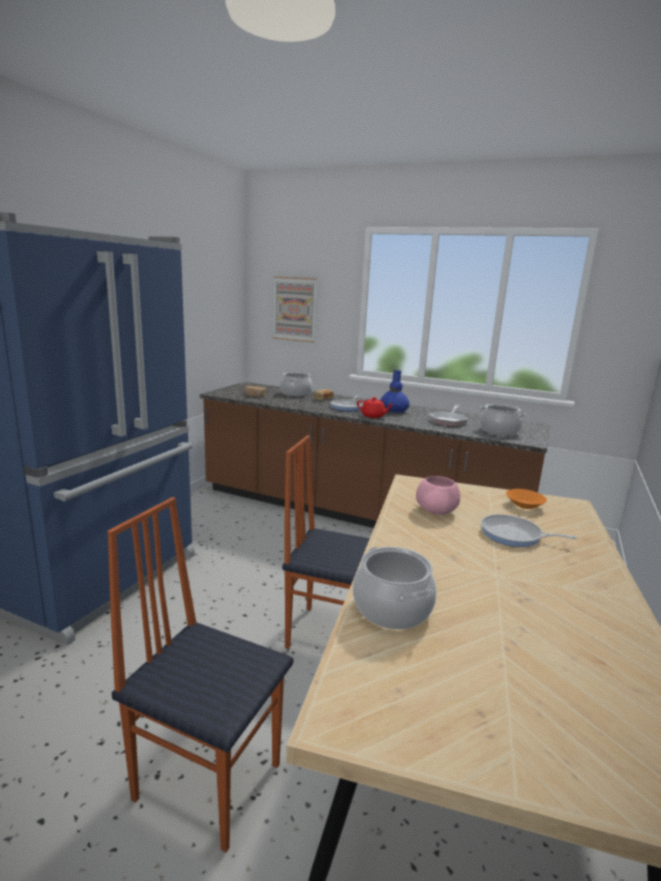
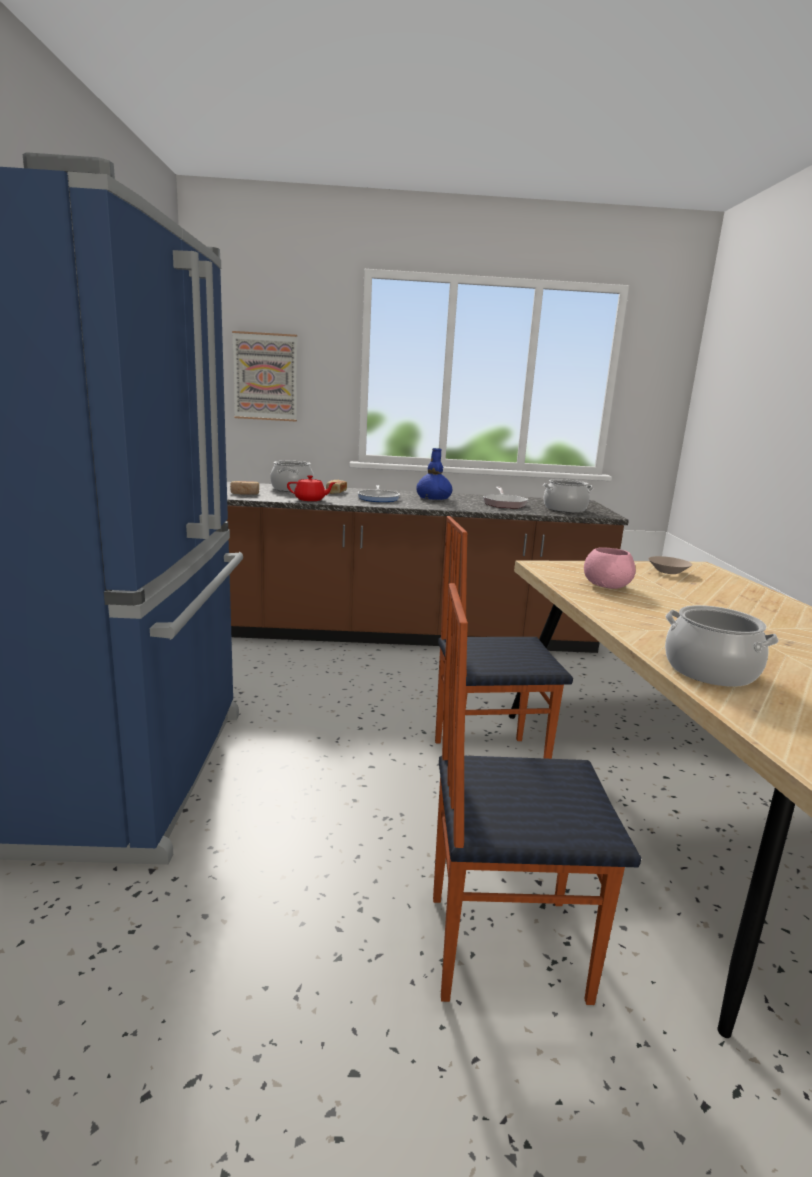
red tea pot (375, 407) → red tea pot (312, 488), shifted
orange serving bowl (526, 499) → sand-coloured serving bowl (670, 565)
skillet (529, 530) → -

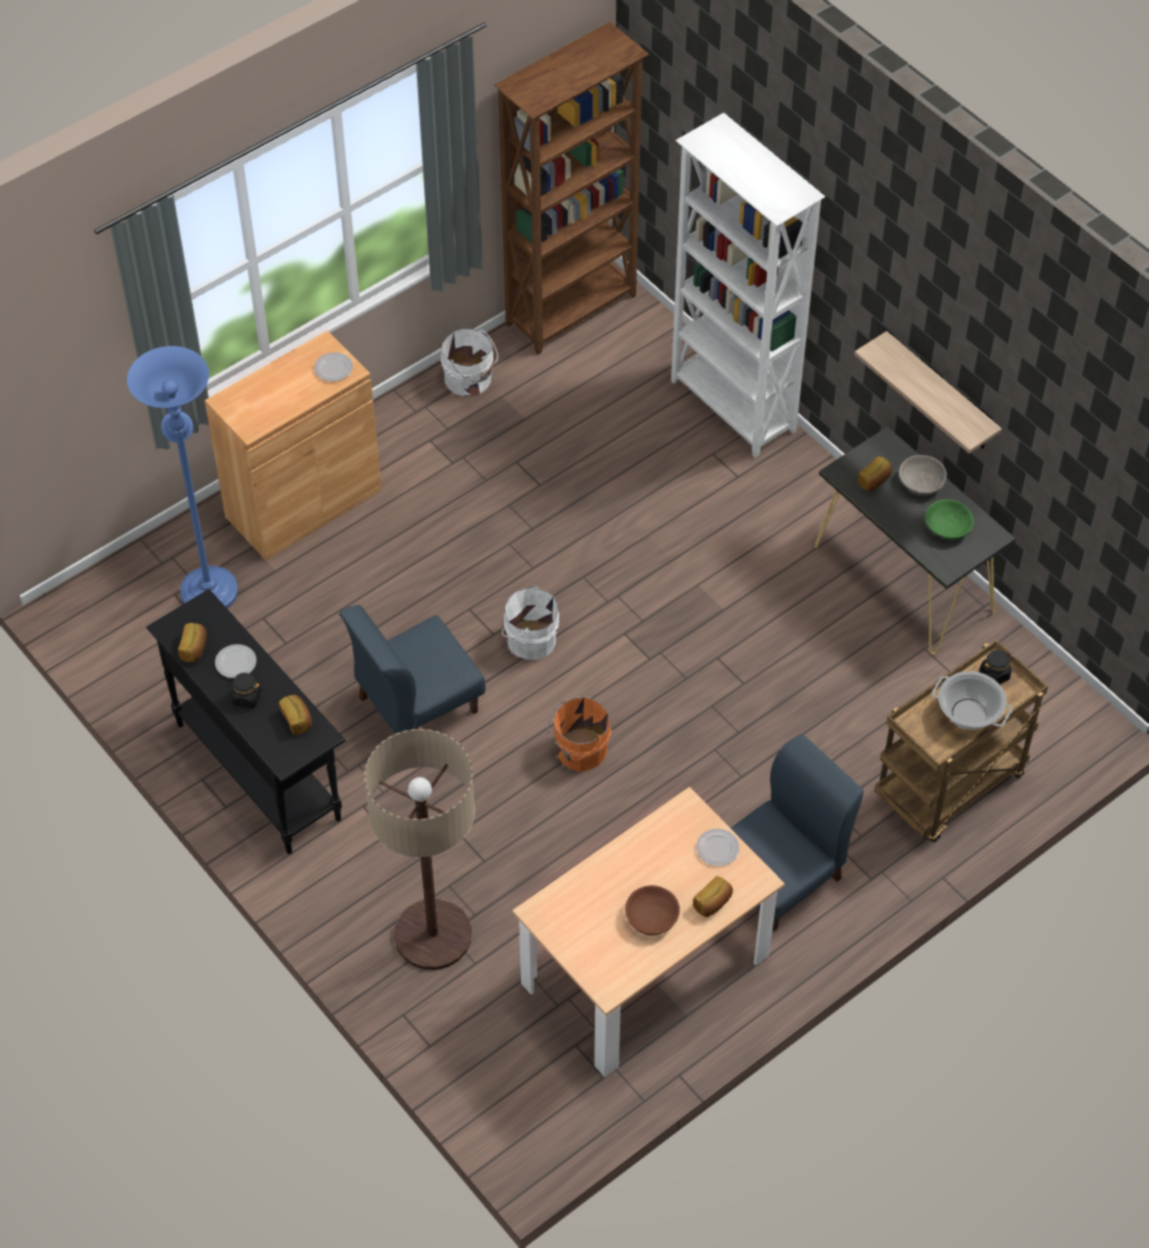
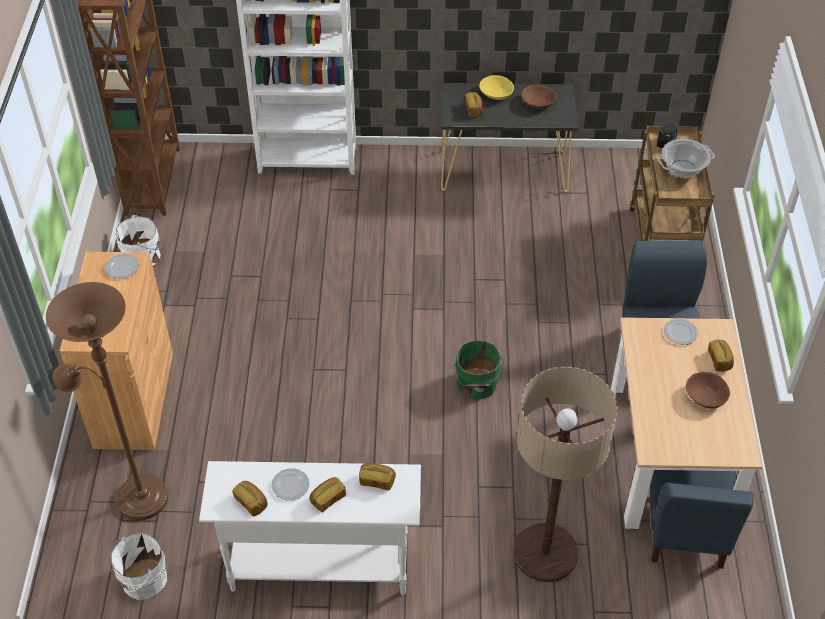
blue floor lamp (182, 477) → brown-coloured floor lamp (107, 401)
whitish bucket (530, 622) → whitish bucket (137, 566), shifted
black-coloured narrow table (246, 721) → whitish narrow table (310, 528)
black-coloured storage jar (245, 690) → bakery bread (328, 494)
orange bucket (579, 734) → green bucket (479, 369)
grey serving bowl (923, 475) → yellow serving bowl (496, 87)
green serving bowl (949, 519) → brown-coloured serving bowl (538, 97)
blue plain chair (412, 669) → blue plain chair (702, 519), shifted
shelf (928, 392) → -

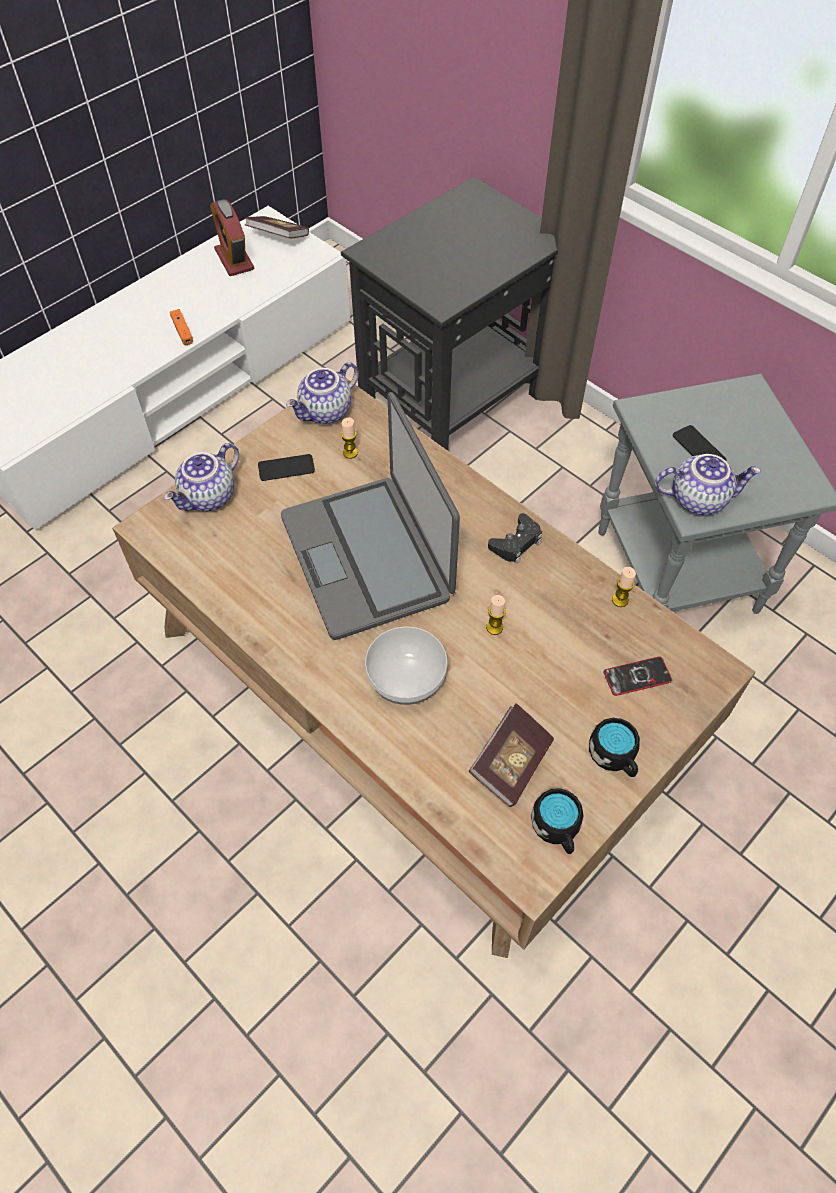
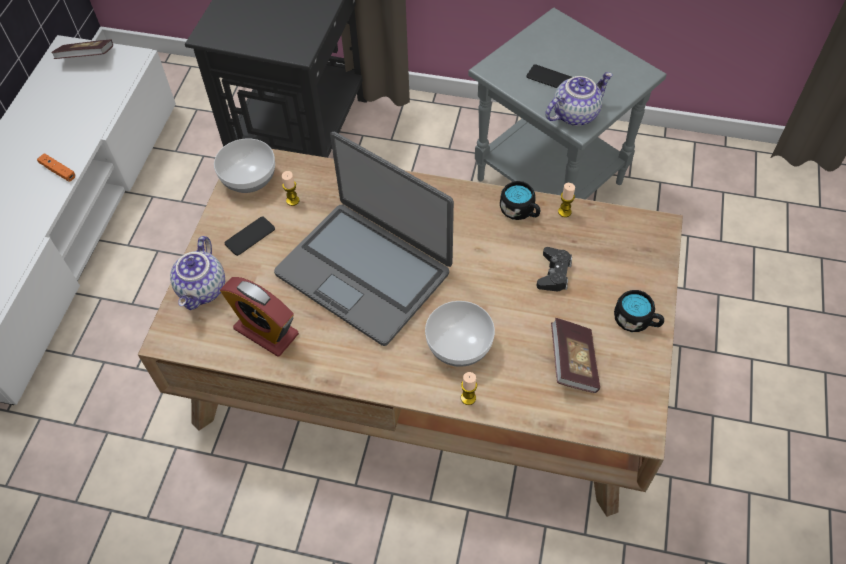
tea pot (322, 393) → serving bowl (244, 166)
table clock (232, 237) → table clock (259, 317), shifted
wax light (496, 615) → wax light (469, 388), shifted
black-coloured mug (557, 821) → black-coloured mug (520, 200), shifted
black-coloured gamepad (515, 538) → black-coloured gamepad (554, 269), shifted
handset (637, 676) → -

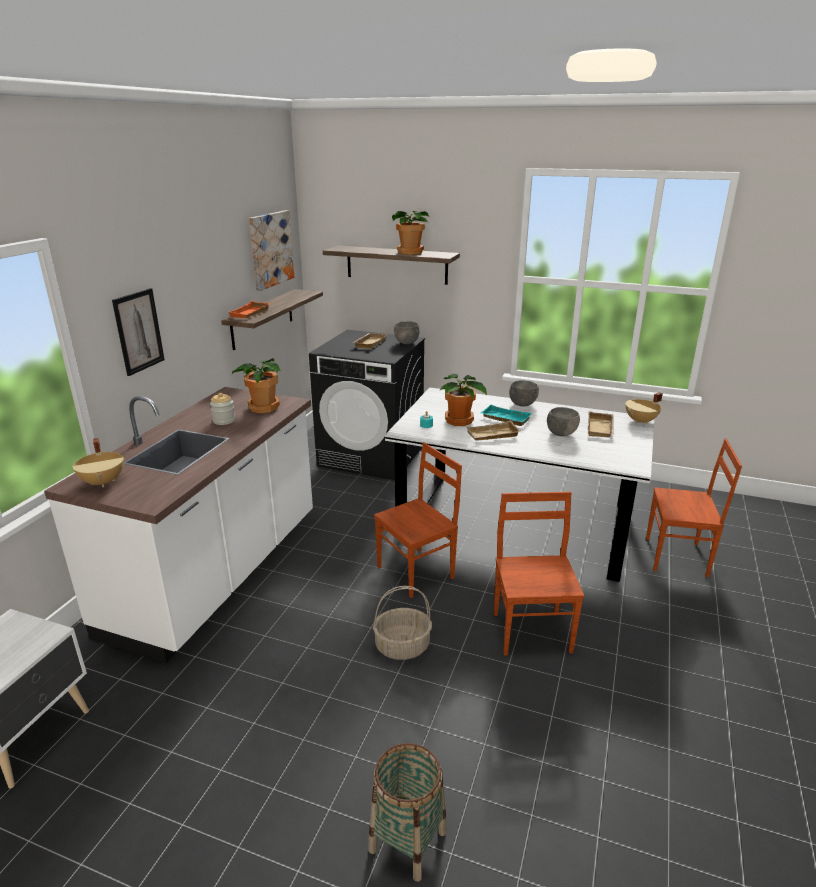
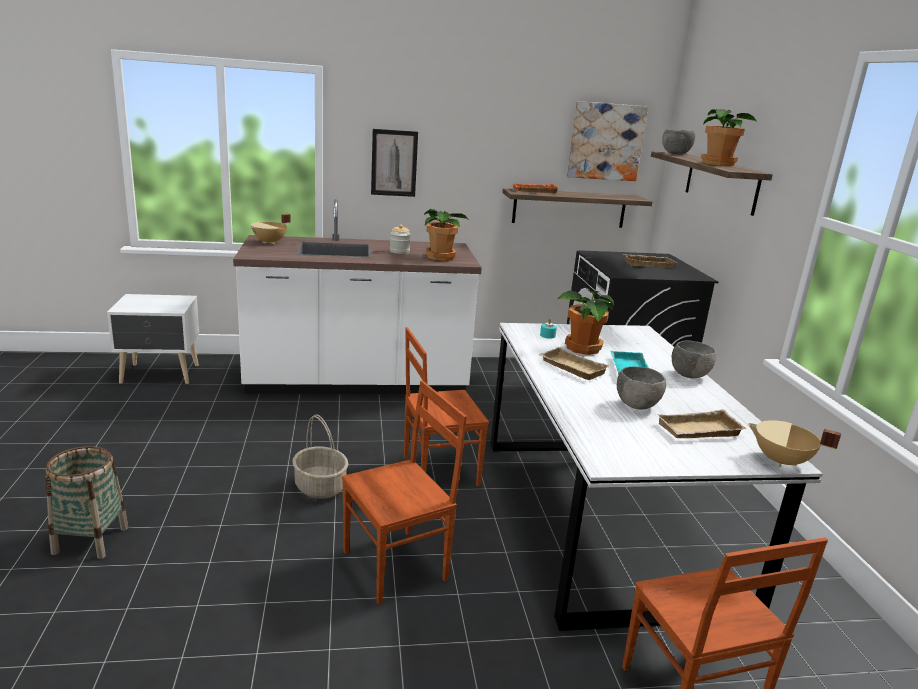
brown-coloured plain chair (418, 520) → brown-coloured plain chair (446, 406), 135 degrees clockwise
grey serving bowl (406, 332) → grey serving bowl (678, 142), shifted

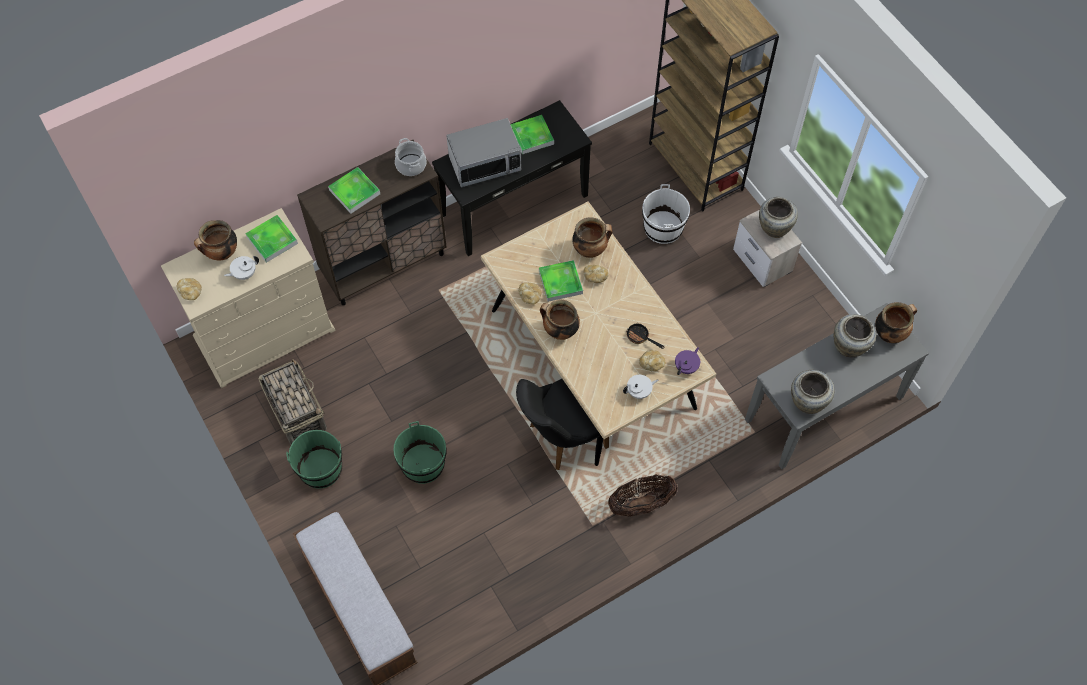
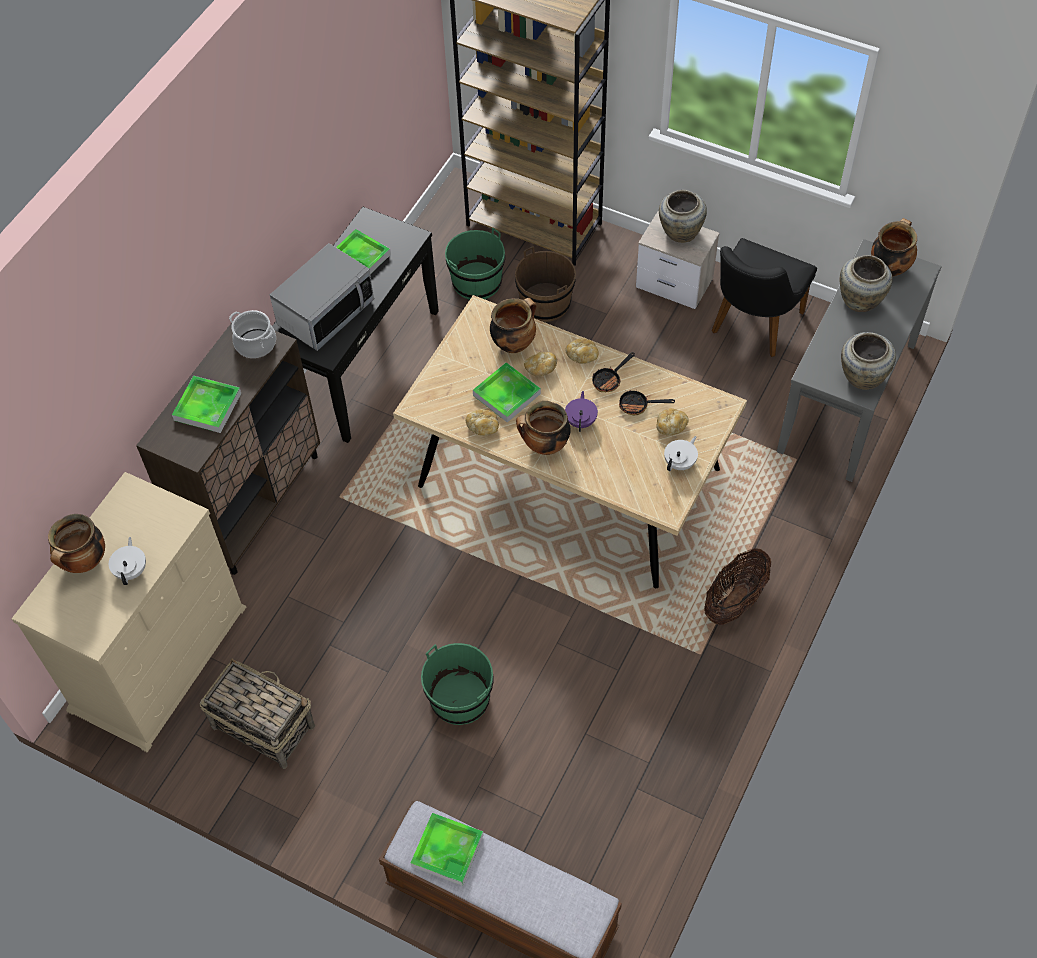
whitish tea pot (241, 268) → whitish tea pot (127, 561), 150 degrees clockwise
serving tray (271, 239) → serving tray (447, 849), shifted
green bucket (314, 459) → green bucket (475, 263), shifted
whitish bucket (666, 214) → brown-coloured bucket (545, 284)
purple-coloured tea pot (687, 361) → purple-coloured tea pot (581, 411), shifted
bakery bread (189, 289) → bakery bread (582, 351), shifted
- → skillet (613, 372)
black-coloured plain chair (562, 424) → black-coloured plain chair (764, 297), shifted

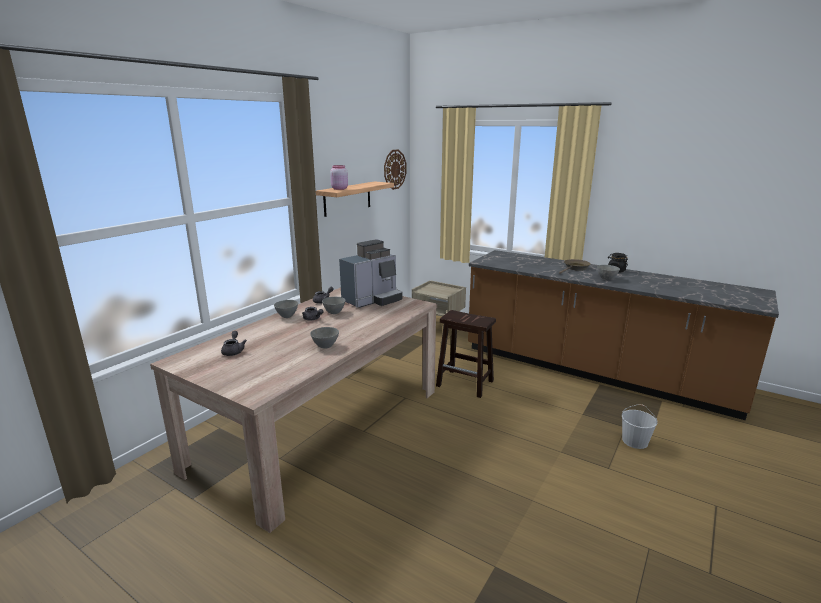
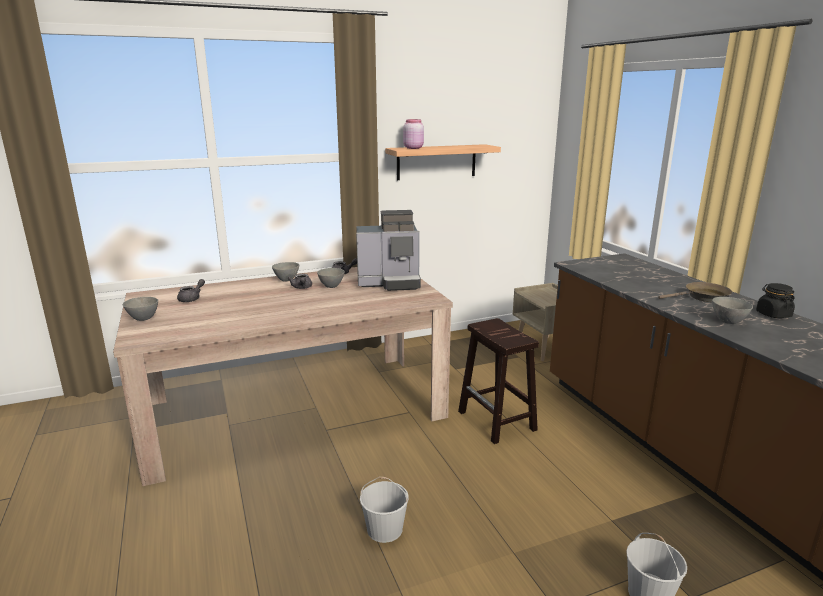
grey serving bowl (324, 338) → grey serving bowl (140, 309), shifted
- → whitish bucket (384, 510)
clock on the wall (395, 169) → -

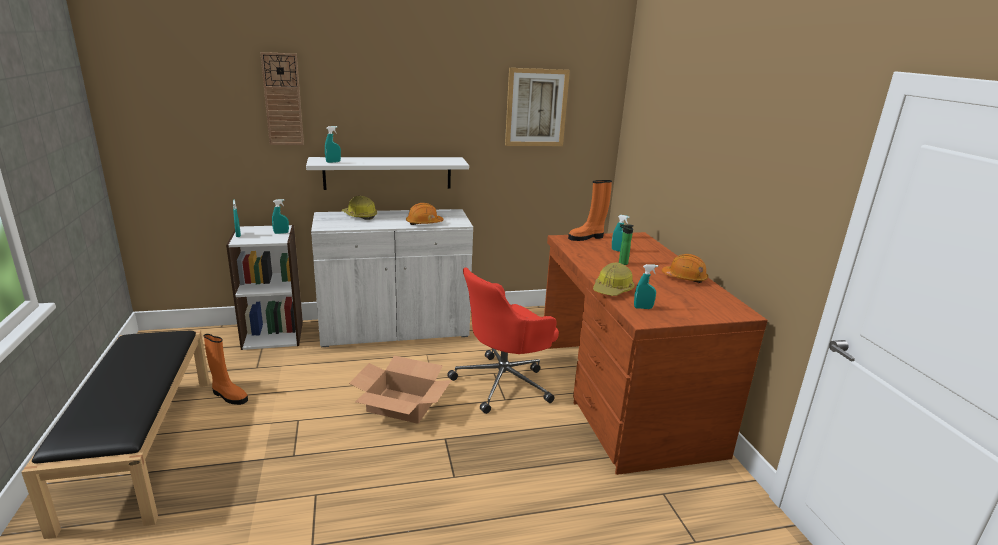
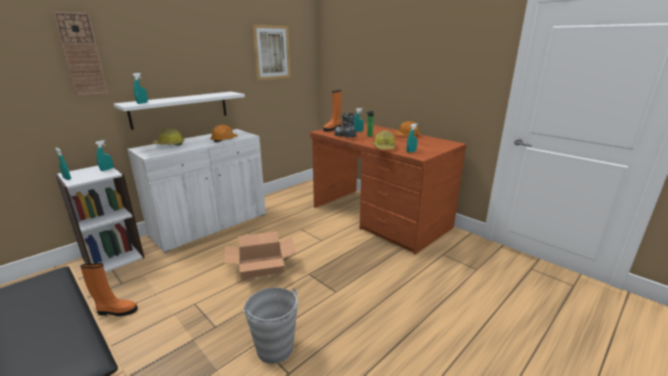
- → grey bucket (271, 325)
- → high-top boot (345, 125)
red office chair (503, 340) → -

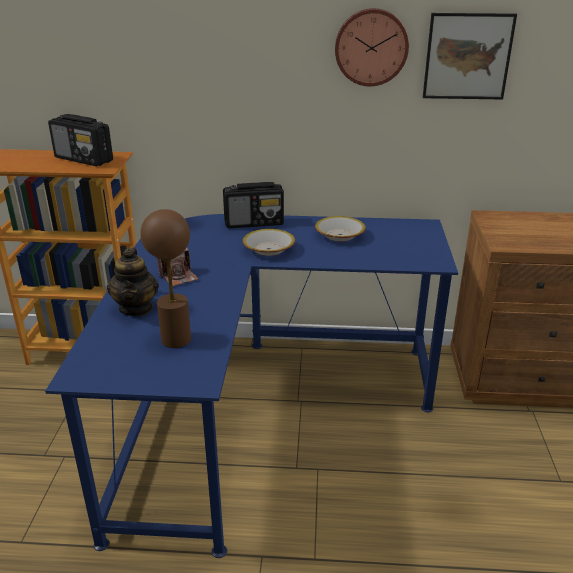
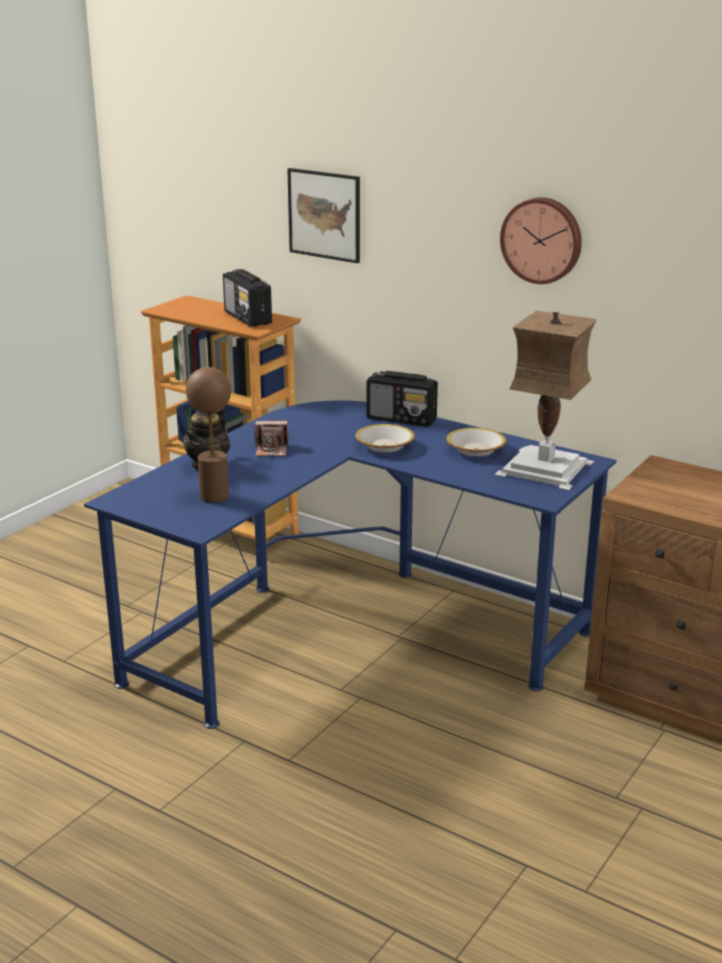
picture (470, 56) → picture (323, 215), shifted
- → tabletop lamp (546, 400)

